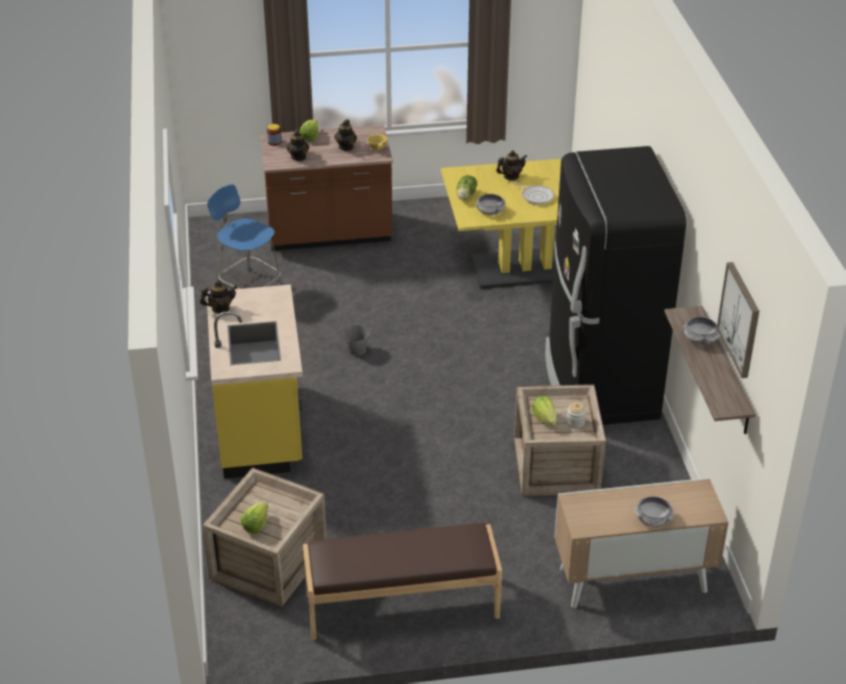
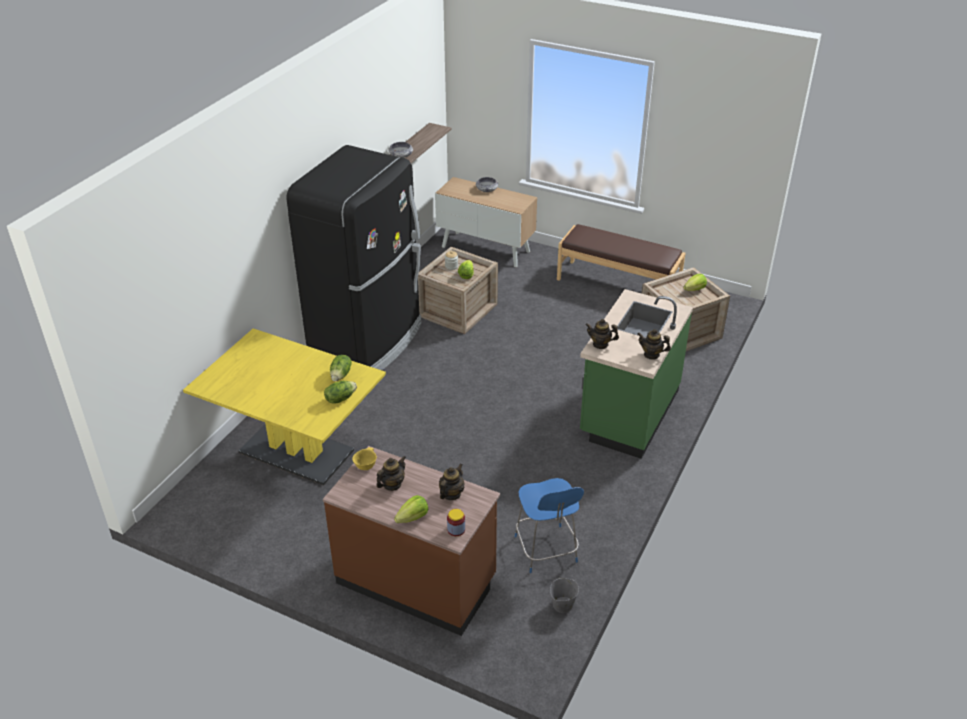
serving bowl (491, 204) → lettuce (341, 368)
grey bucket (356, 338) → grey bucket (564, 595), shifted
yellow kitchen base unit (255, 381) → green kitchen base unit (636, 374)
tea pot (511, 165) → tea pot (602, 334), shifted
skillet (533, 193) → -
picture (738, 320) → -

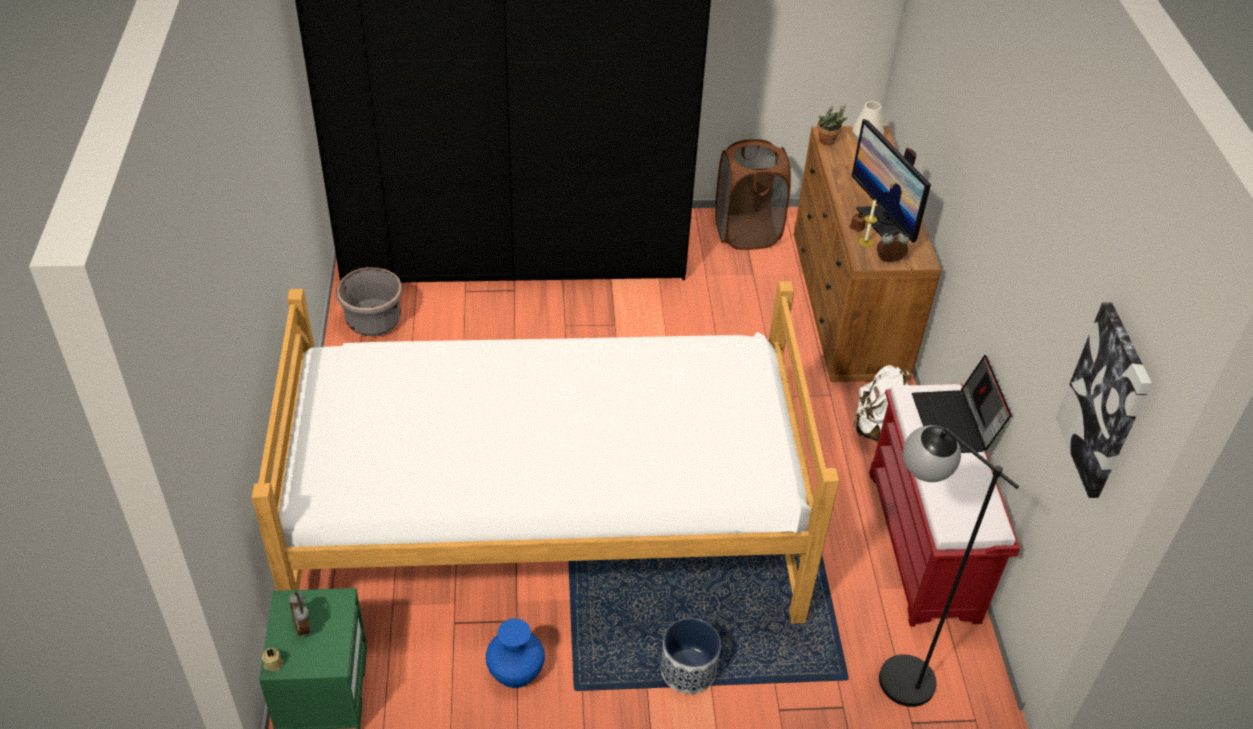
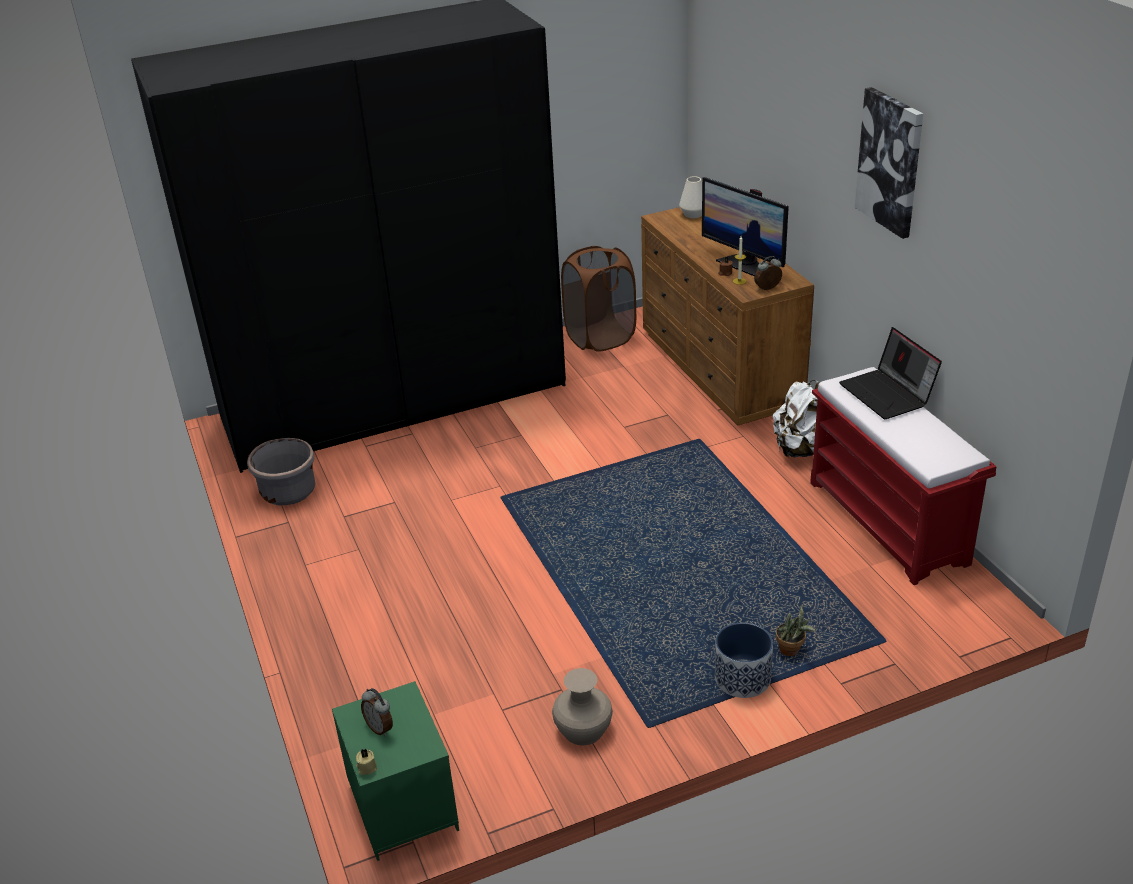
blue flower vase (515, 653) → sand-coloured flower vase (582, 706)
houseplant (832, 124) → houseplant (796, 630), shifted
picture (1104, 400) → picture (888, 163), shifted
bed (546, 452) → -
black-coloured floor lamp (949, 566) → -

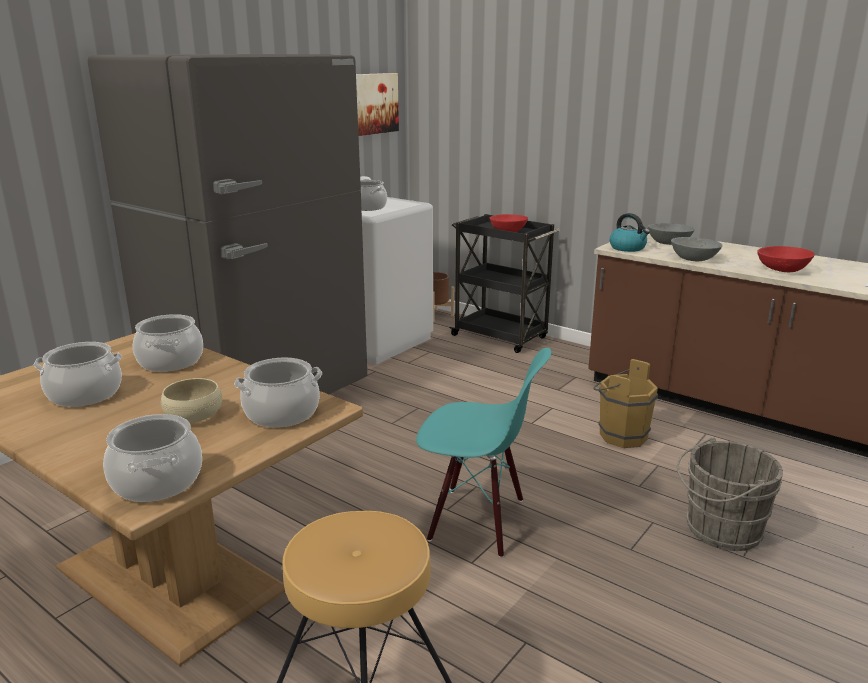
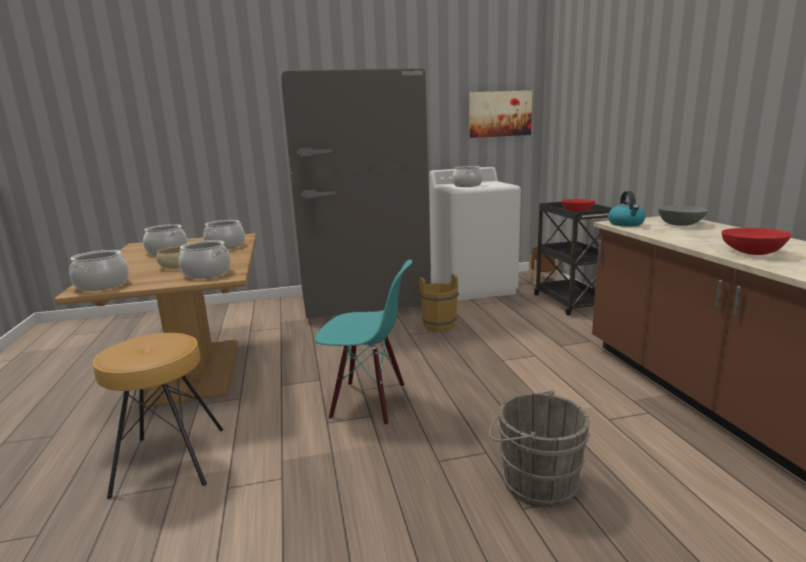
turquoise plain chair (483, 453) → turquoise plain chair (363, 343), 45 degrees counterclockwise
brown-coloured bucket (625, 403) → brown-coloured bucket (438, 303), shifted
grey serving bowl (696, 249) → -

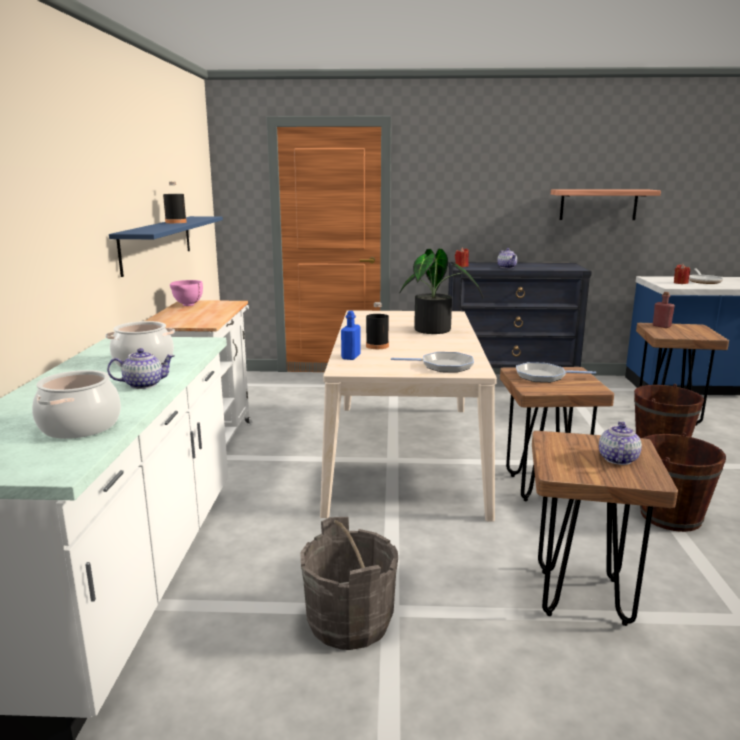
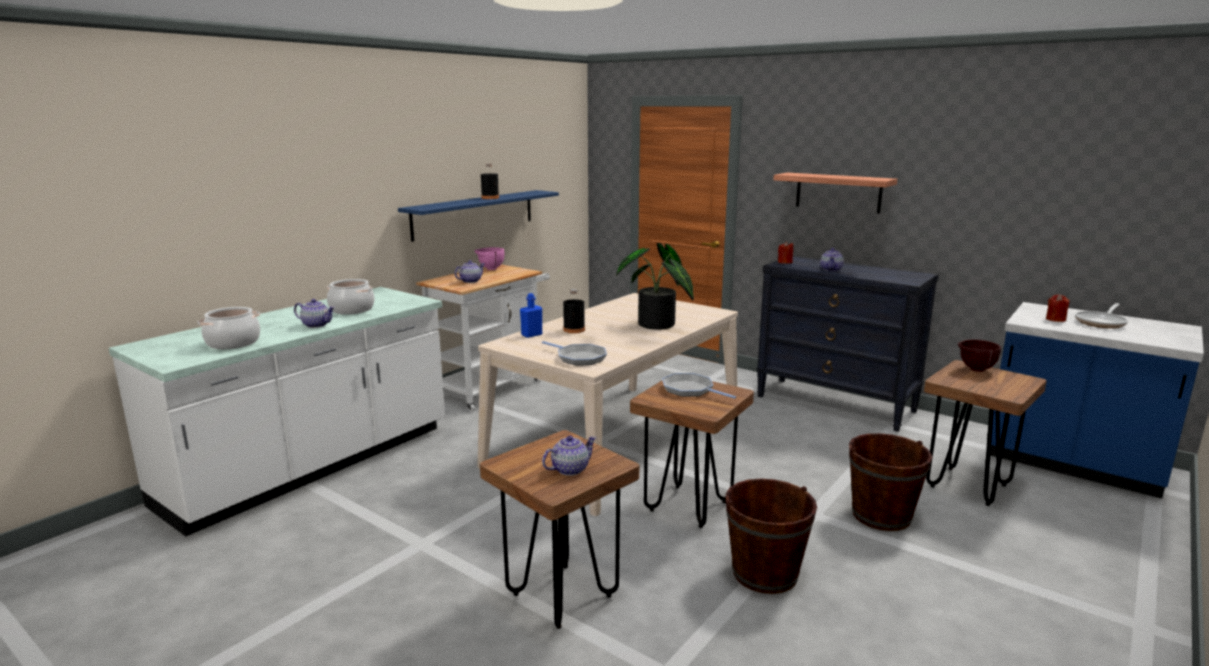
- → tea pot (470, 271)
shelf (606, 204) → shelf (835, 193), shifted
red bottle (664, 310) → brown-coloured serving bowl (979, 355)
grey bucket (349, 583) → -

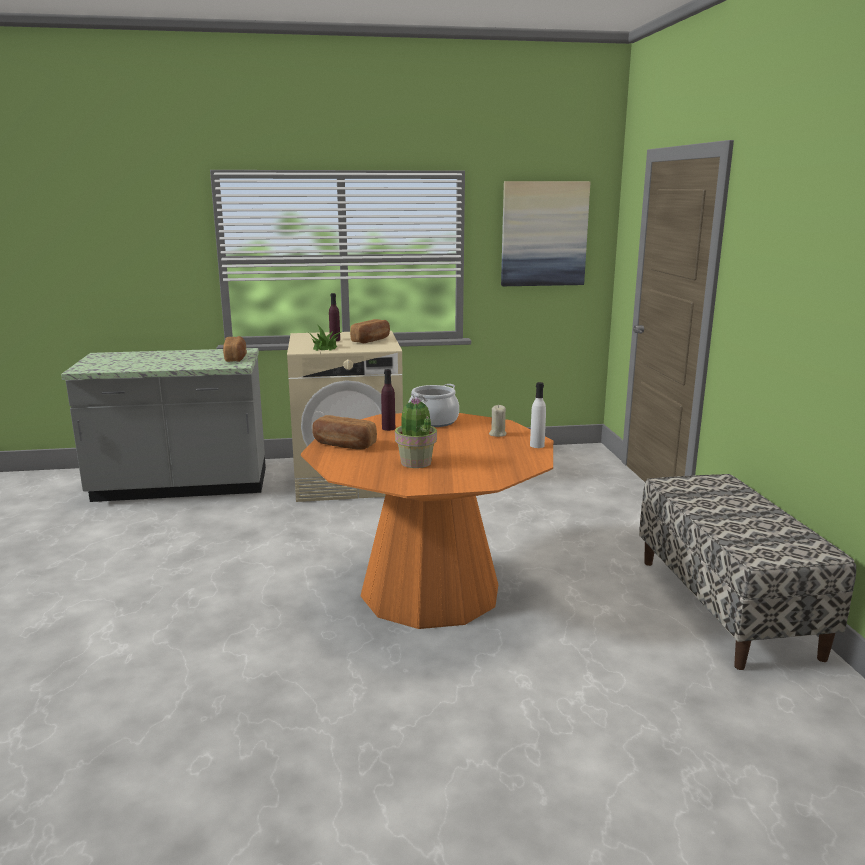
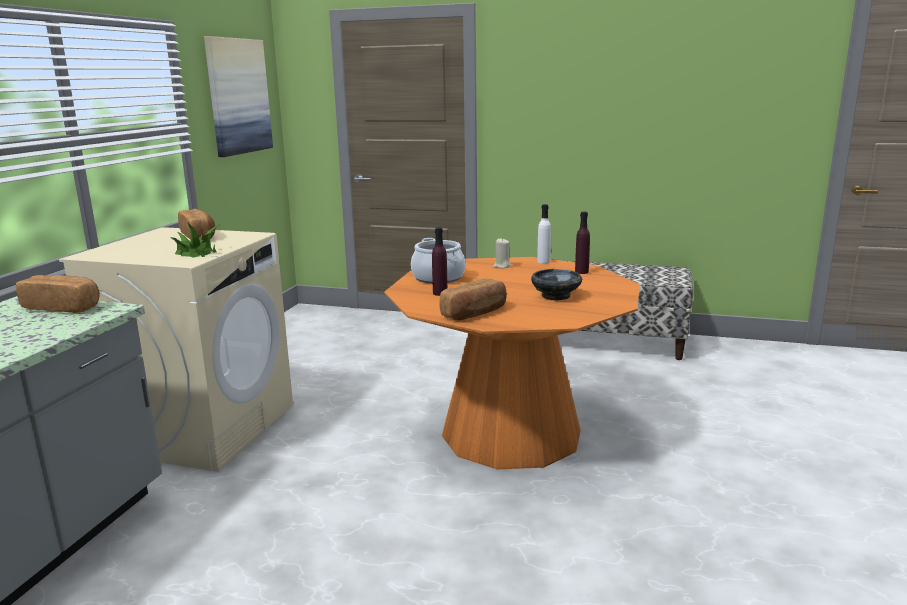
houseplant (416, 432) → black-coloured serving bowl (556, 285)
purple-coloured bottle (334, 317) → purple-coloured bottle (582, 243), shifted

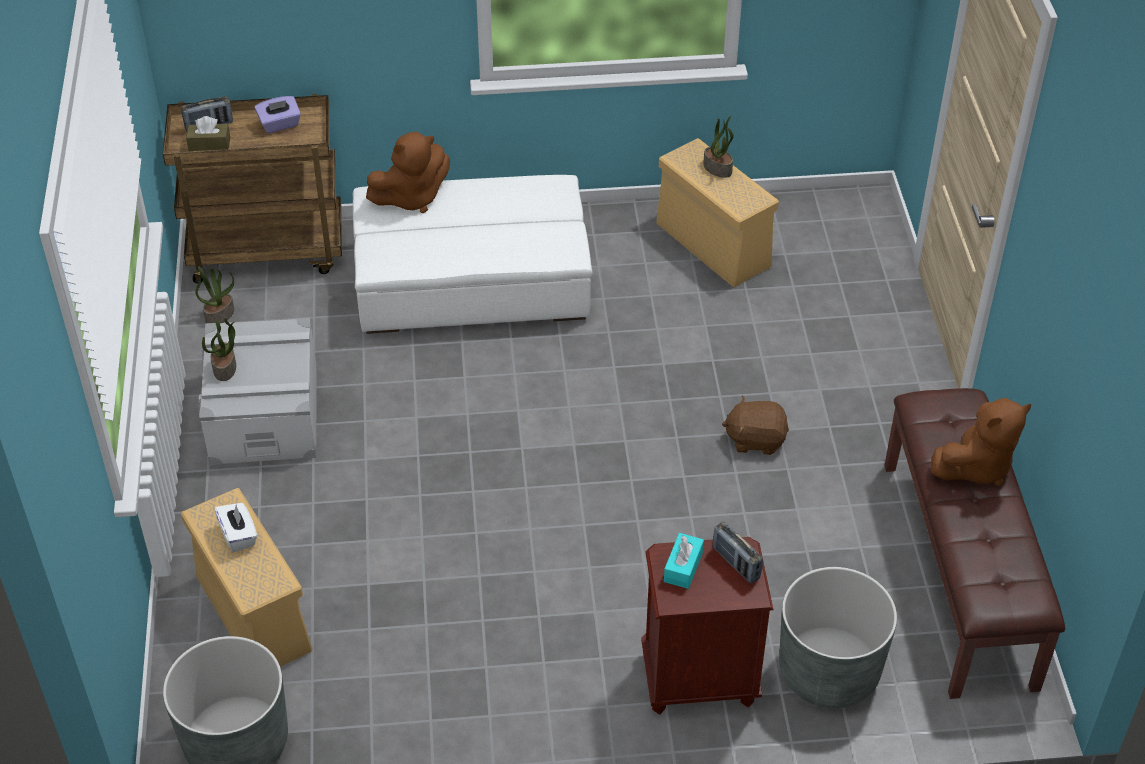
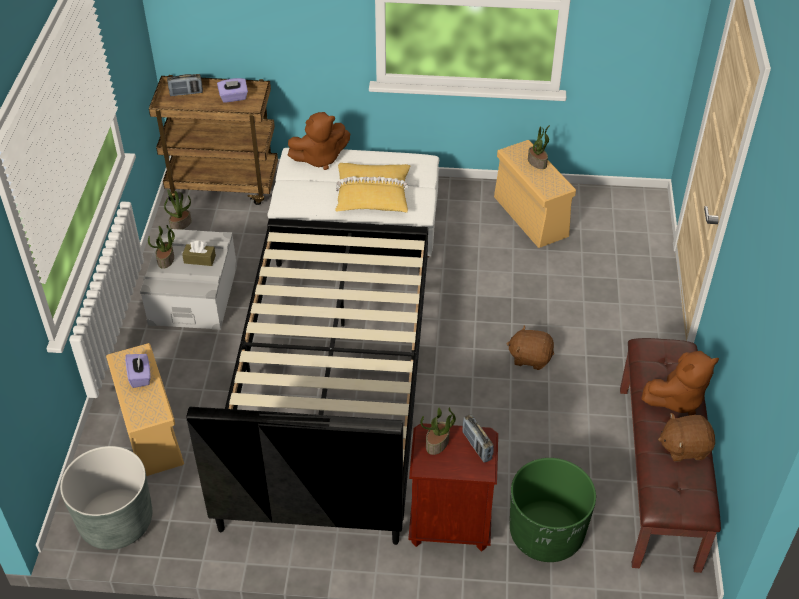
whitish box of tissues (235, 528) → purple-coloured box of tissues (137, 371)
brown-coloured box of tissues (208, 133) → brown-coloured box of tissues (199, 253), shifted
- → black-coloured bed (307, 381)
- → yellow pillow (372, 188)
turquoise box of tissues (684, 561) → houseplant (438, 431)
grey plant pot (838, 637) → green plant pot (553, 510)
- → brown-coloured plush toy (686, 437)

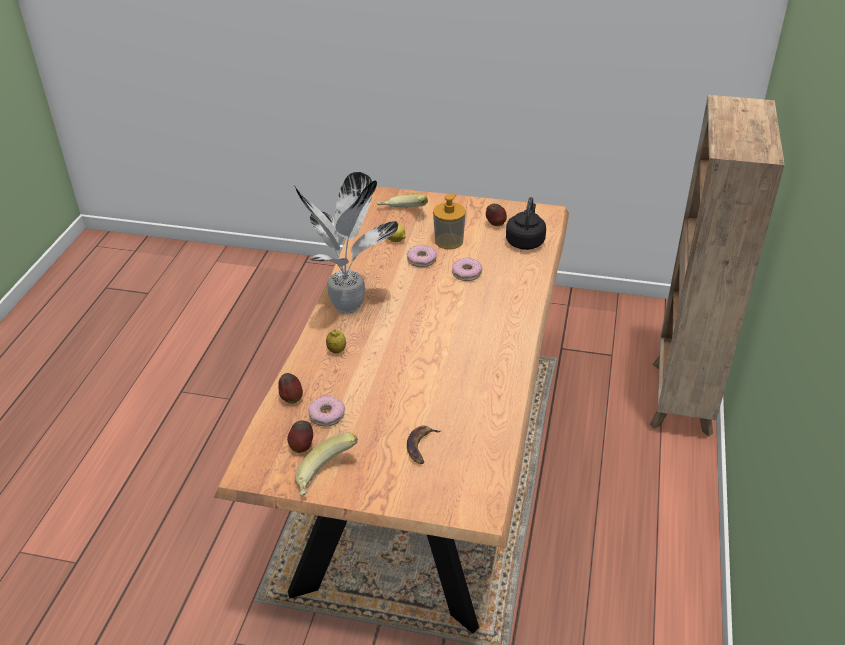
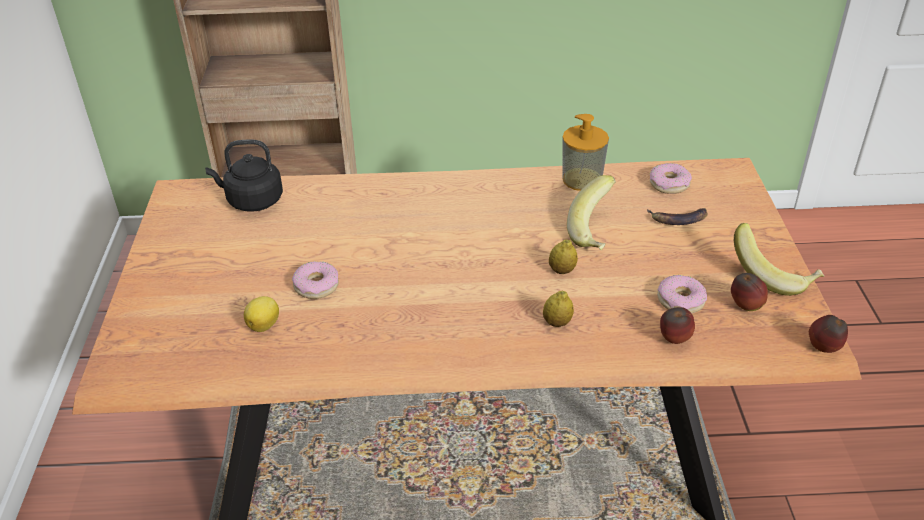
- → citrus fruit (563, 256)
soap dispenser (449, 221) → soap dispenser (585, 152), shifted
banana fruit (402, 200) → banana fruit (591, 212), shifted
doughnut (467, 269) → doughnut (671, 178), shifted
apple fruit (496, 215) → apple fruit (828, 334), shifted
houseplant (346, 243) → -

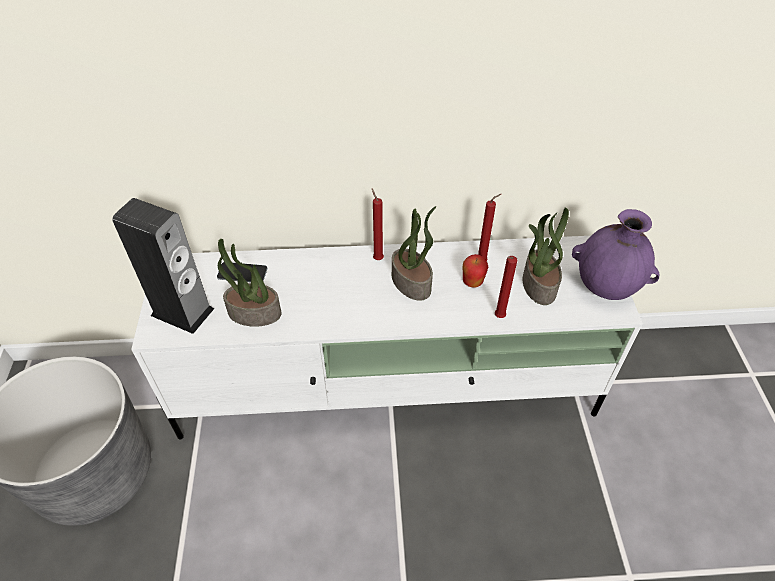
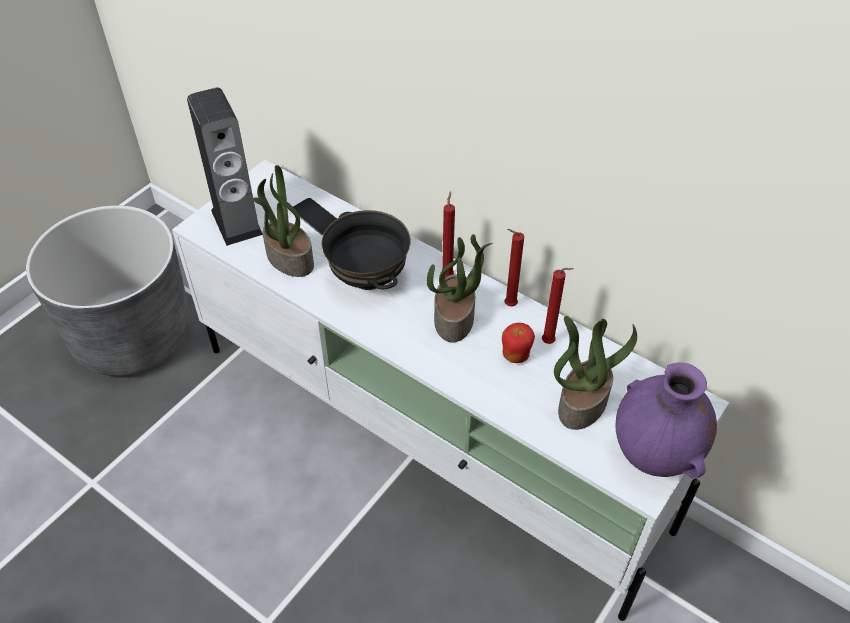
- → black-coloured serving bowl (366, 250)
red wax light (506, 287) → red wax light (514, 267), shifted

